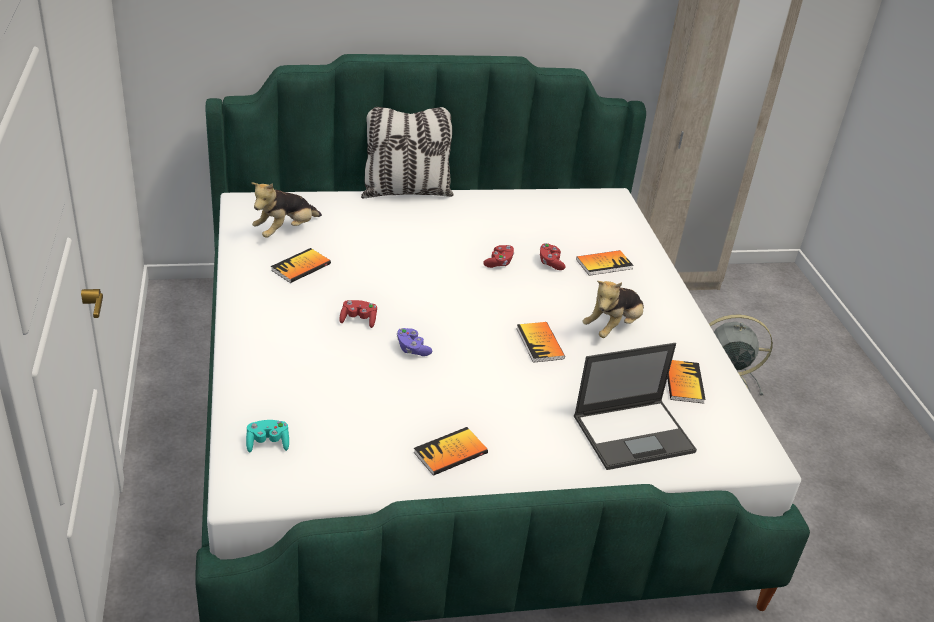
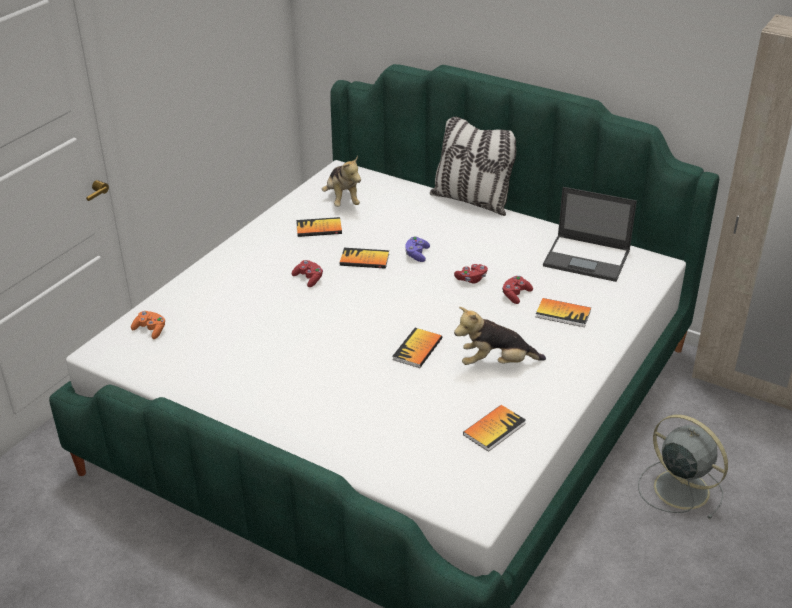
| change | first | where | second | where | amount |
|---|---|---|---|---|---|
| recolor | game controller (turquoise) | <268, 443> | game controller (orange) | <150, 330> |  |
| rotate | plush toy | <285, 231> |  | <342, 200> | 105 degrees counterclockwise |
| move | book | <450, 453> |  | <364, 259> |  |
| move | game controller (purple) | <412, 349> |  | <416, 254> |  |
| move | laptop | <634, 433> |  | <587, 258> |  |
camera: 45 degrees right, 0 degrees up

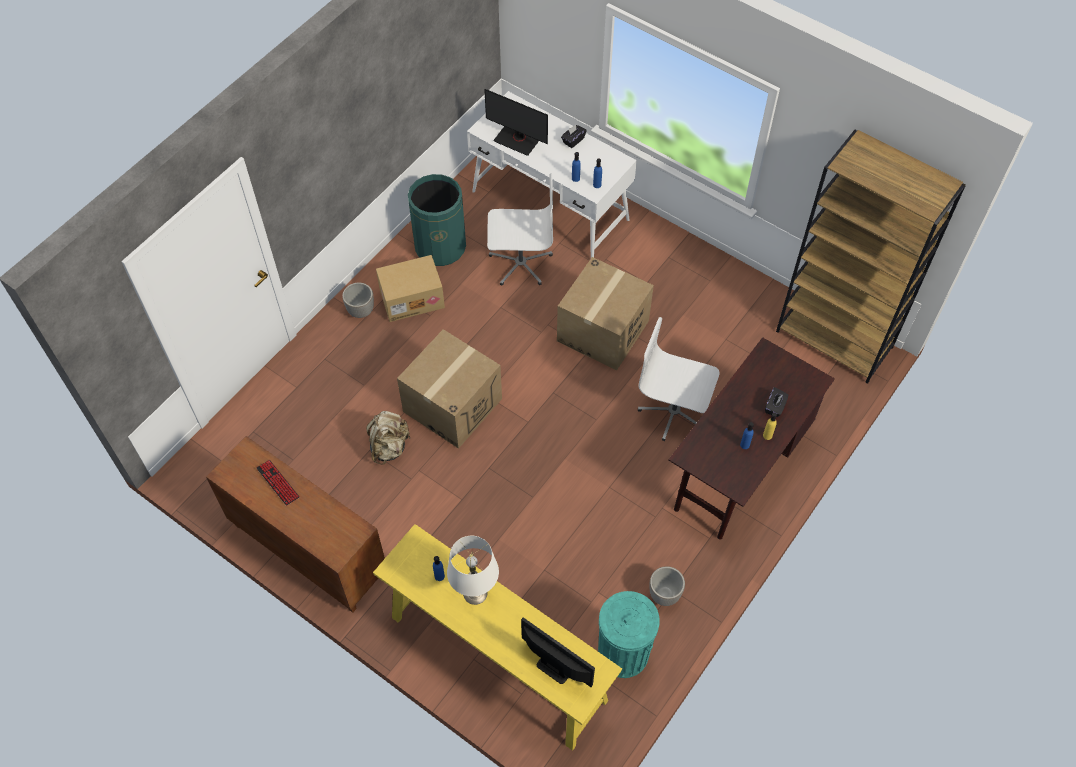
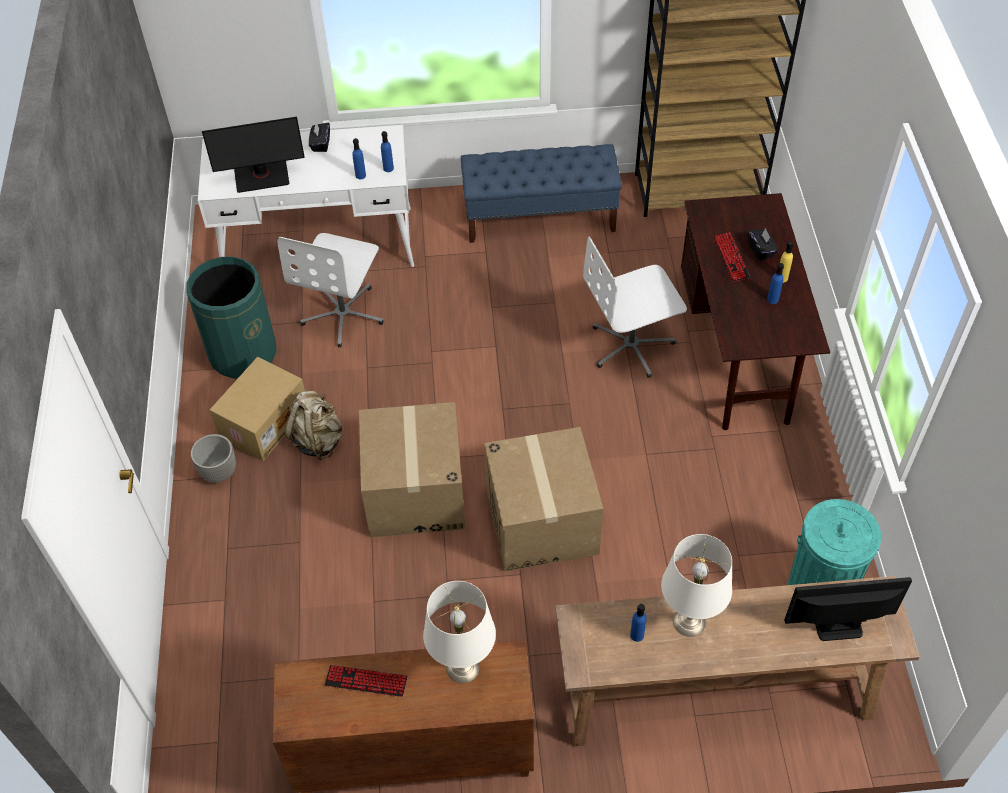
| change | first | where | second | where | amount |
|---|---|---|---|---|---|
| rotate | office chair (white) | <520, 263> |  | <344, 314> | 150 degrees clockwise |
| move | backpack (beige) | <389, 447> |  | <318, 440> |  |
| insert |  |  | table lamp (white) | <462, 667> |  |
| insert |  |  | bench (blue) | <540, 217> |  |
| move | cardboard box | <603, 331> |  | <542, 522> |  |
| recolor | console table (yellow) | <496, 658> | console table (brown) | <714, 695> |  |
| insert |  |  | keyboard | <731, 258> |  |
| delete | planter | <664, 595> |  |  |  |
camera: 40 degrees left, 5 degrees down

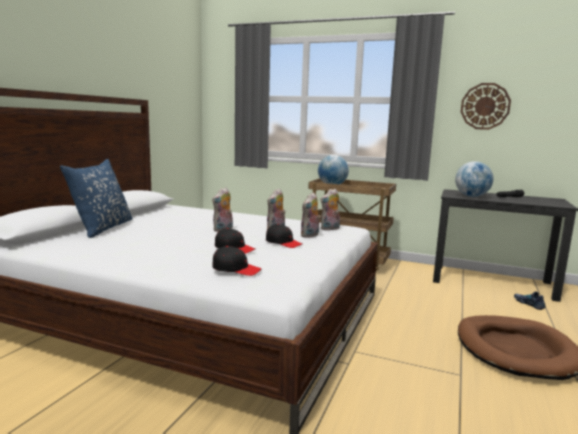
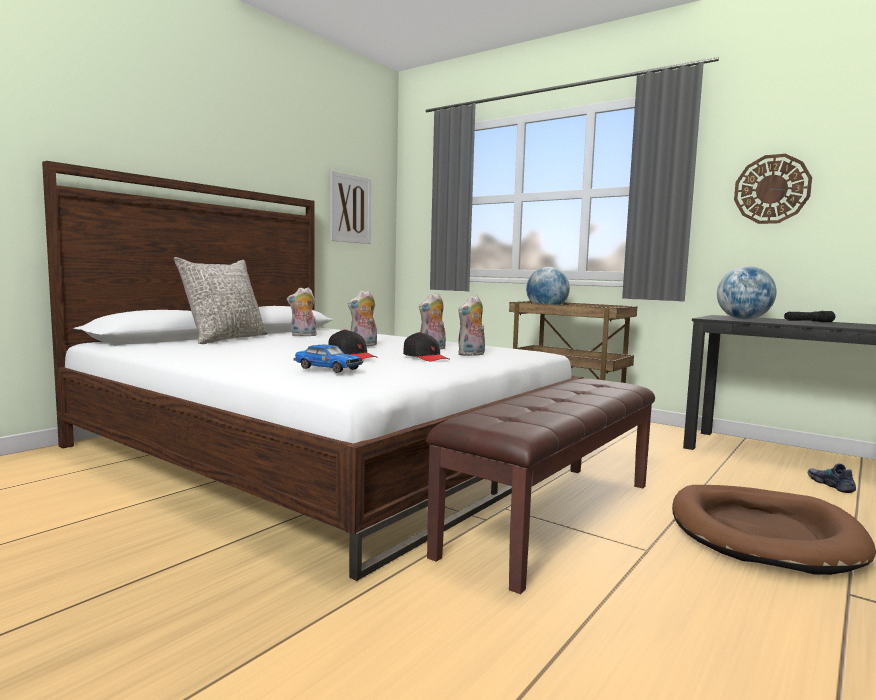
| change | first | where | second | where | amount |
|---|---|---|---|---|---|
| recolor | pillow (blue) | <102, 228> | pillow (grey) | <225, 339> |  |
| move | plush toy | <330, 229> |  | <303, 336> |  |
| replace | cap (black) | <236, 269> | toy car | <327, 368> |  |
| insert |  |  | picture | <350, 208> |  |
| insert |  |  | bench (brown) | <551, 516> |  |
camera: 15 degrees right, 5 degrees down

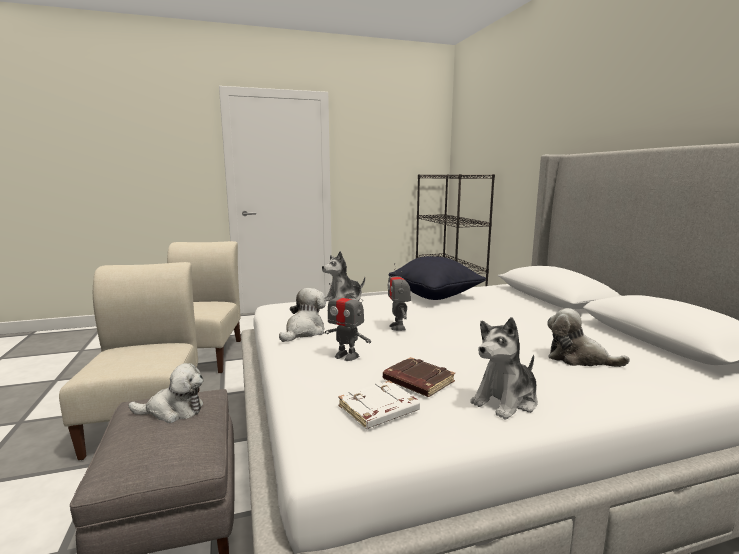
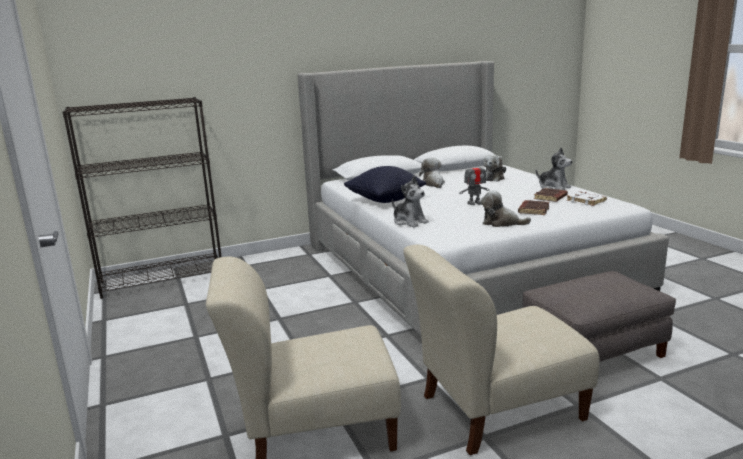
| change | first | where | second | where | amount |
|---|---|---|---|---|---|
| move | plush toy | <173, 411> |  | <433, 184> |  |
| replace | toy robot | <346, 356> | book (brown) | <533, 210> |  |
camera: 95 degrees left, 5 degrees up

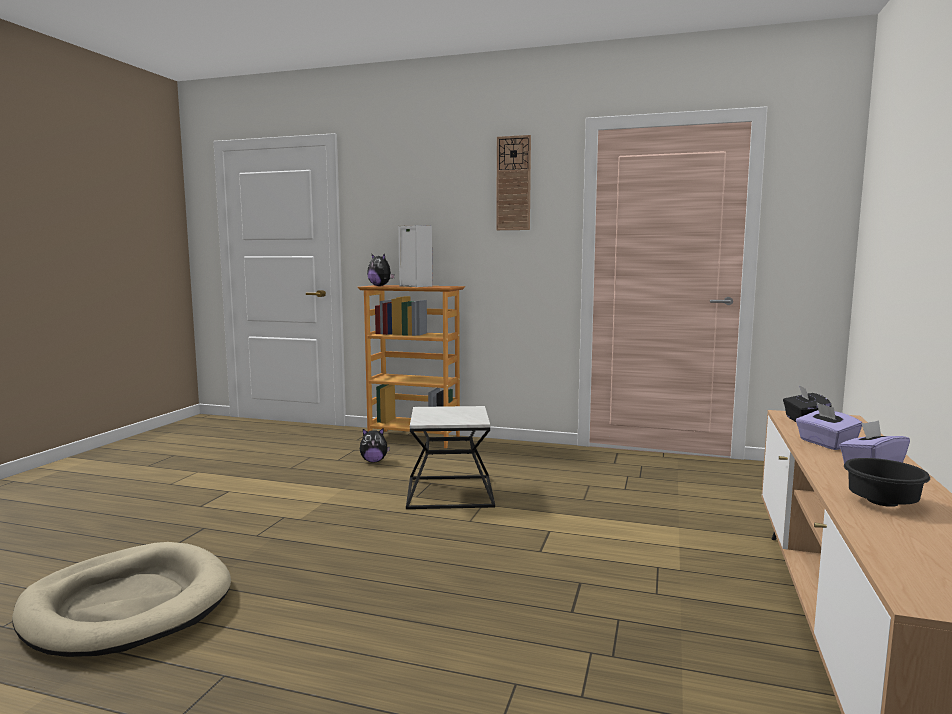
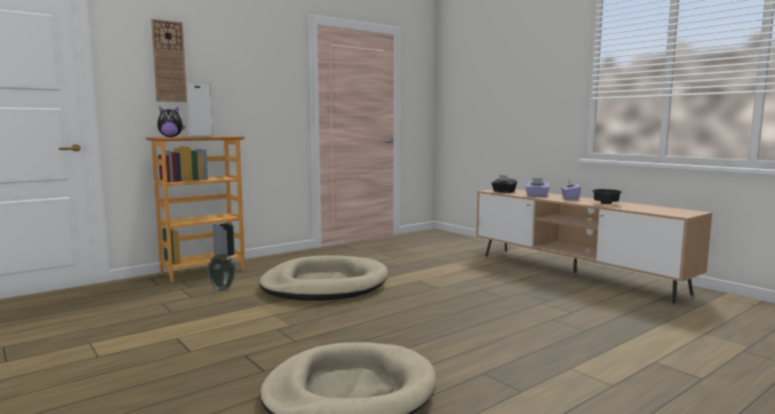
| change | first | where | second | where | amount |
|---|---|---|---|---|---|
| move | wall clock | <513, 183> |  | <169, 61> |  |
| replace | plush toy | <374, 461> | vase | <222, 289> |  |
| replace | side table | <449, 492> | dog bed (beige) | <325, 285> |  |
camera: 55 degrees left, 0 degrees up

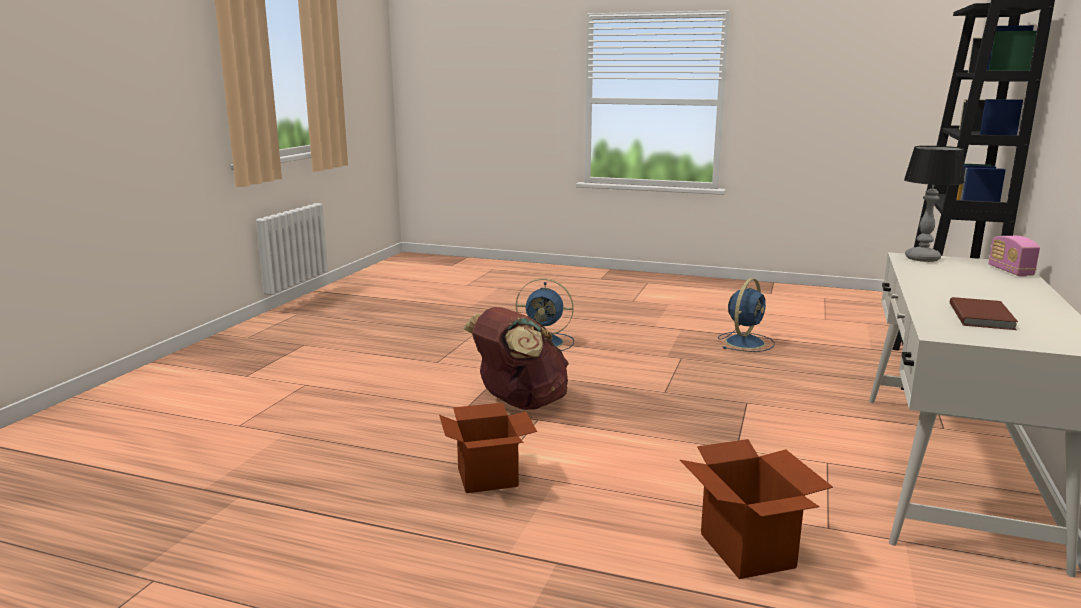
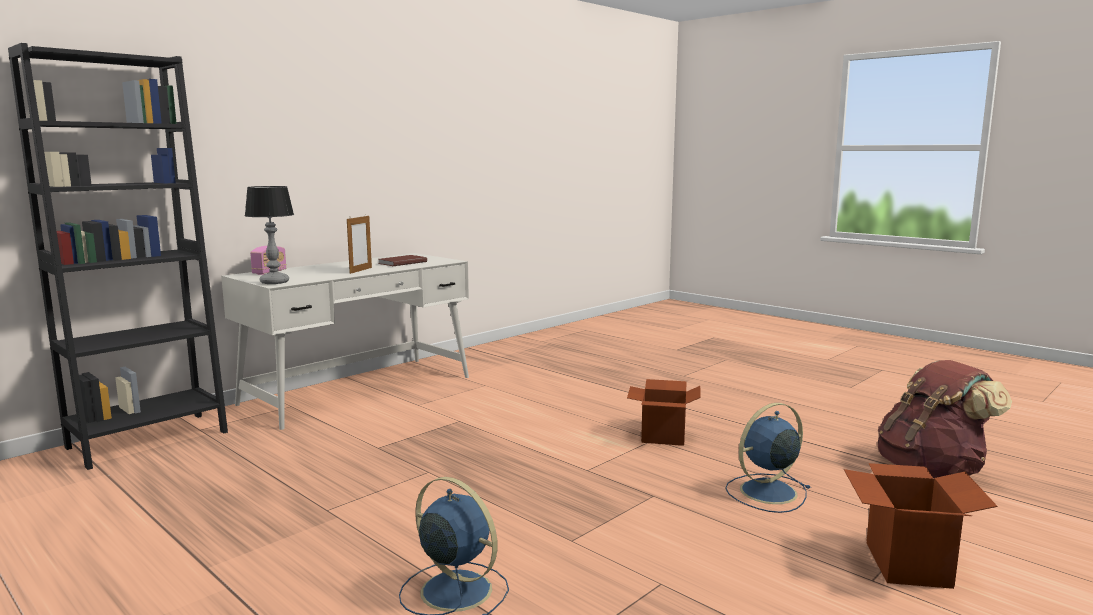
| change | first | where | second | where | amount |
|---|---|---|---|---|---|
| insert |  |  | picture frame | <360, 270> |  |
| move | fan (blue) | <745, 342> |  | <766, 492> |  |
| move | cardboard box | <747, 550> |  | <907, 564> |  |
| move | backpack (brown) | <519, 403> |  | <931, 471> |  |
camera: 155 degrees left, 5 degrees down

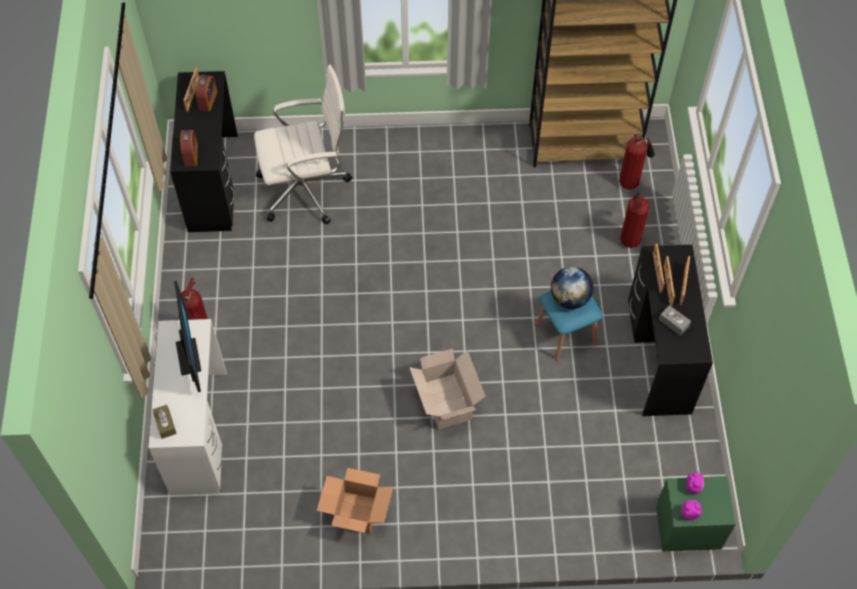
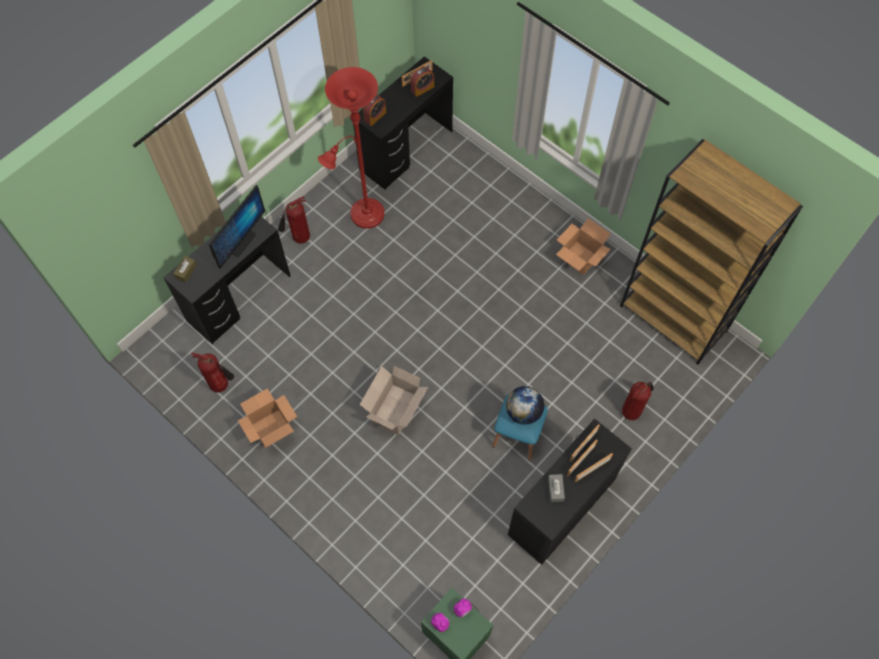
| change | first | where | second | where | amount |
|---|---|---|---|---|---|
| recolor | desk (white) | <198, 432> | desk (black) | <238, 297> |  |
| move | fire extinguisher | <630, 182> |  | <222, 385> |  |
| insert |  |  | floor lamp (red) | <363, 216> |  |
| insert |  |  | cardboard box | <580, 258> |  |
| delete | office chair (white) | <306, 189> |  |  |  |
camera: 45 degrees right, 5 degrees up

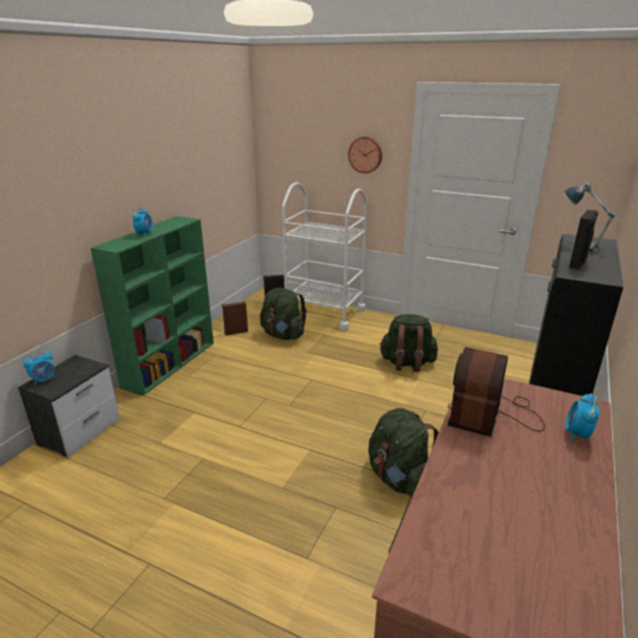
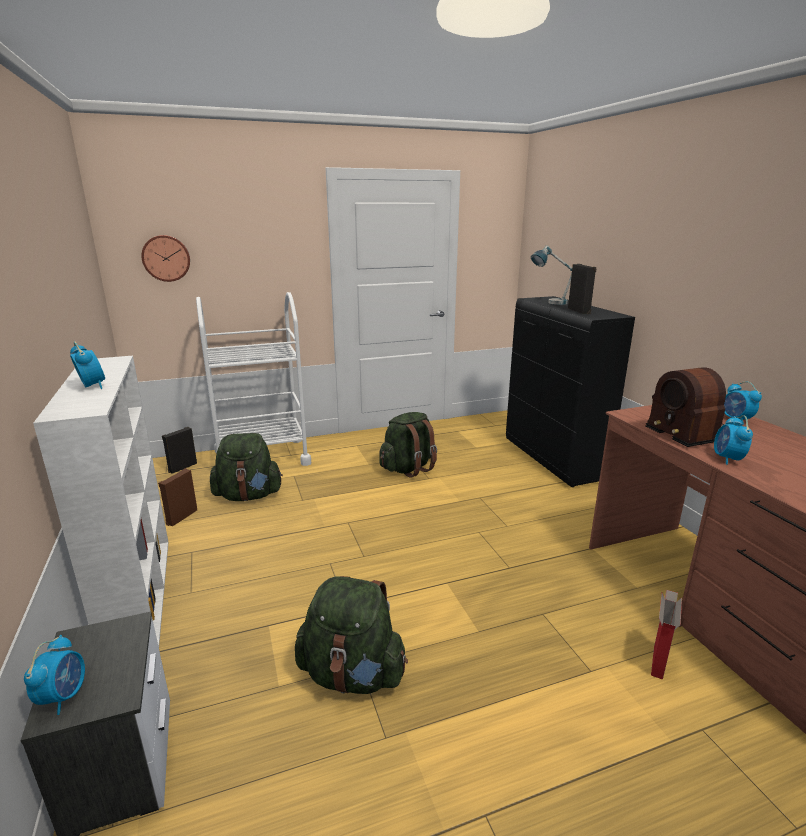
| change | first | where | second | where | amount |
|---|---|---|---|---|---|
| recolor | bookcase (green) | <170, 363> | bookcase (white) | <139, 593> |  |
| move | wall clock | <365, 154> |  | <166, 258> |  |
| move | backpack (green) | <399, 478> |  | <352, 674> |  |
| insert |  |  | cardboard box | <658, 661> |  |
| insert |  |  | alarm clock | <727, 459> |  |
camera: 45 degrees left, 5 degrees down

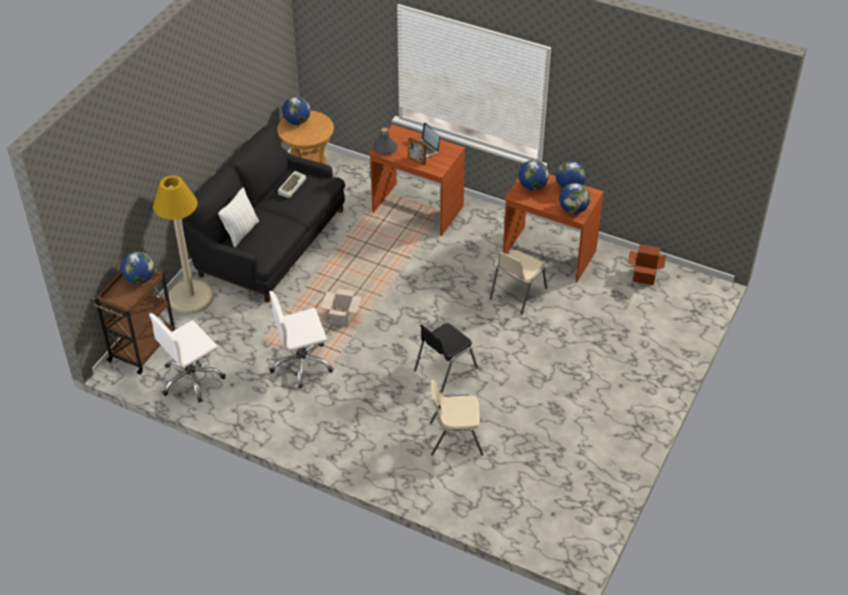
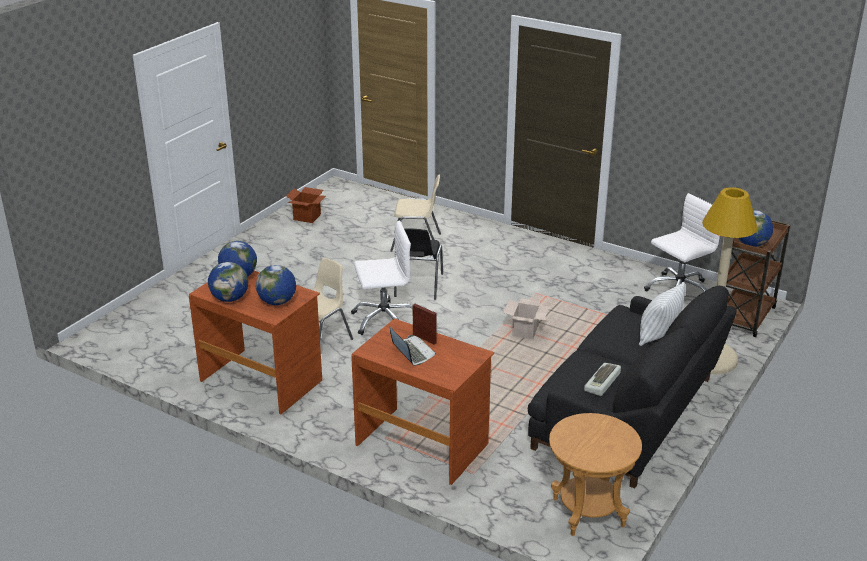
| change | first | where | second | where | amount |
|---|---|---|---|---|---|
| move | cardboard box | <644, 276> |  | <307, 217> |  |
| move | office chair (white) | <302, 364> |  | <384, 319> |  |
| rotate | chair (black) | <444, 369> |  | <417, 286> | 135 degrees clockwise |
| delete | globe | <297, 121> |  |  |  |
| delete | bottle (grey) | <385, 149> |  |  |  |
camera: 175 degrees left, 15 degrees down

